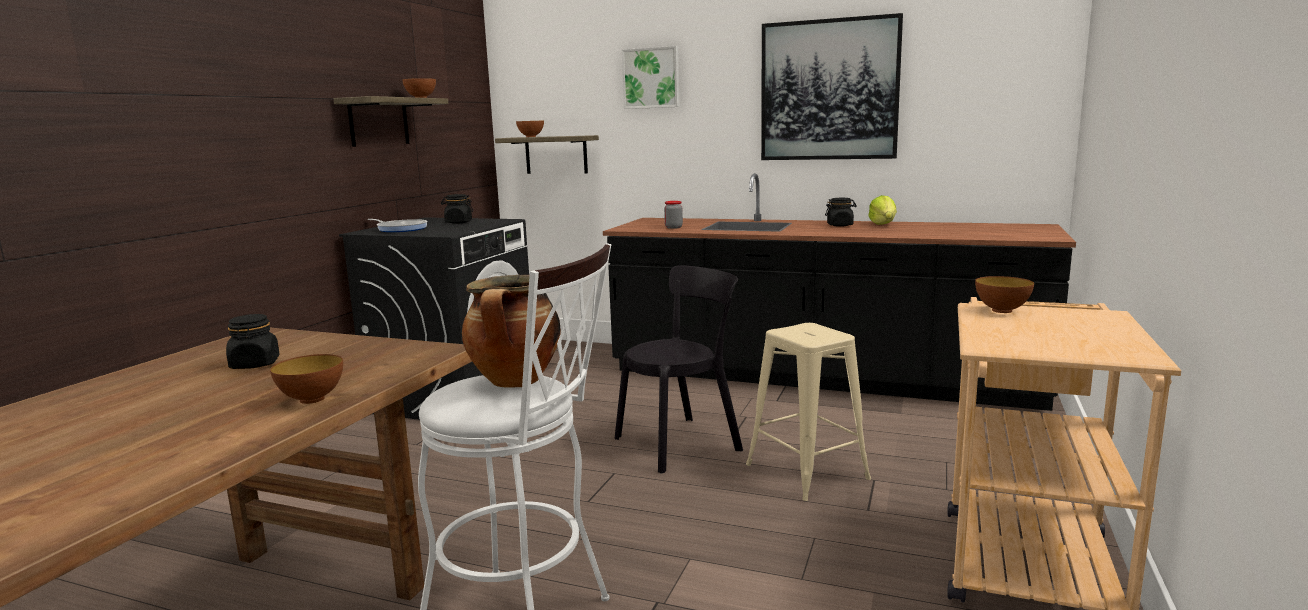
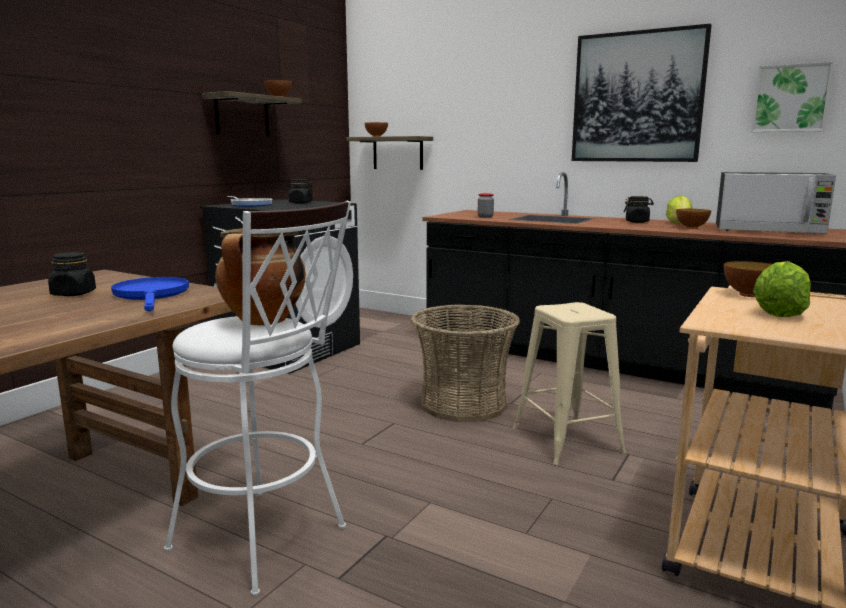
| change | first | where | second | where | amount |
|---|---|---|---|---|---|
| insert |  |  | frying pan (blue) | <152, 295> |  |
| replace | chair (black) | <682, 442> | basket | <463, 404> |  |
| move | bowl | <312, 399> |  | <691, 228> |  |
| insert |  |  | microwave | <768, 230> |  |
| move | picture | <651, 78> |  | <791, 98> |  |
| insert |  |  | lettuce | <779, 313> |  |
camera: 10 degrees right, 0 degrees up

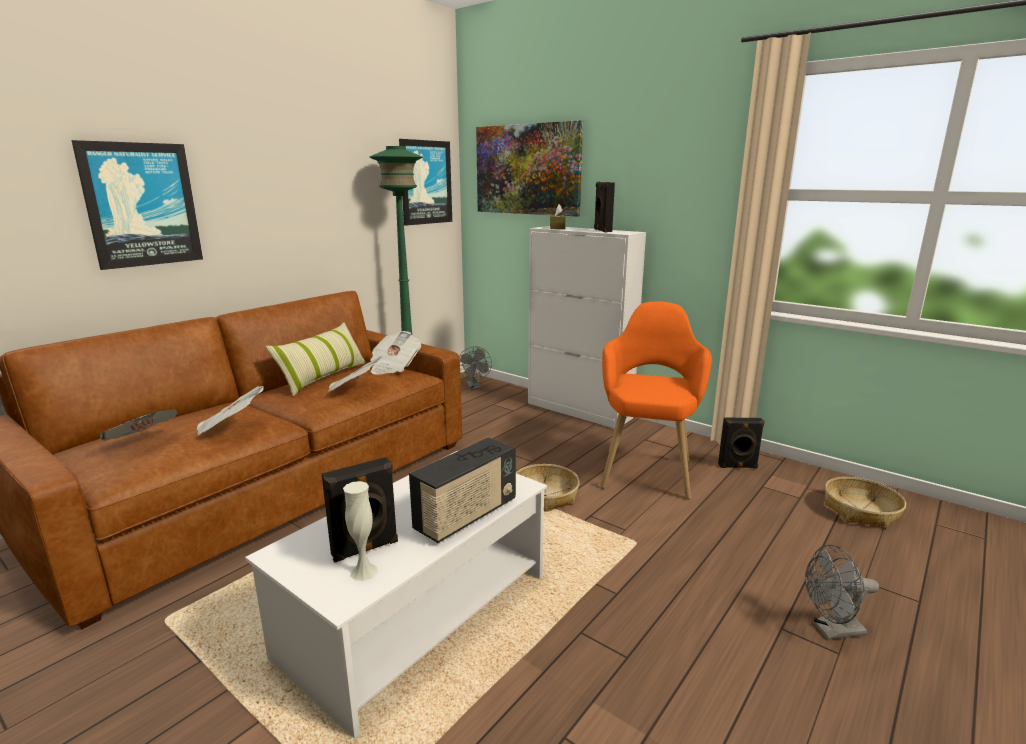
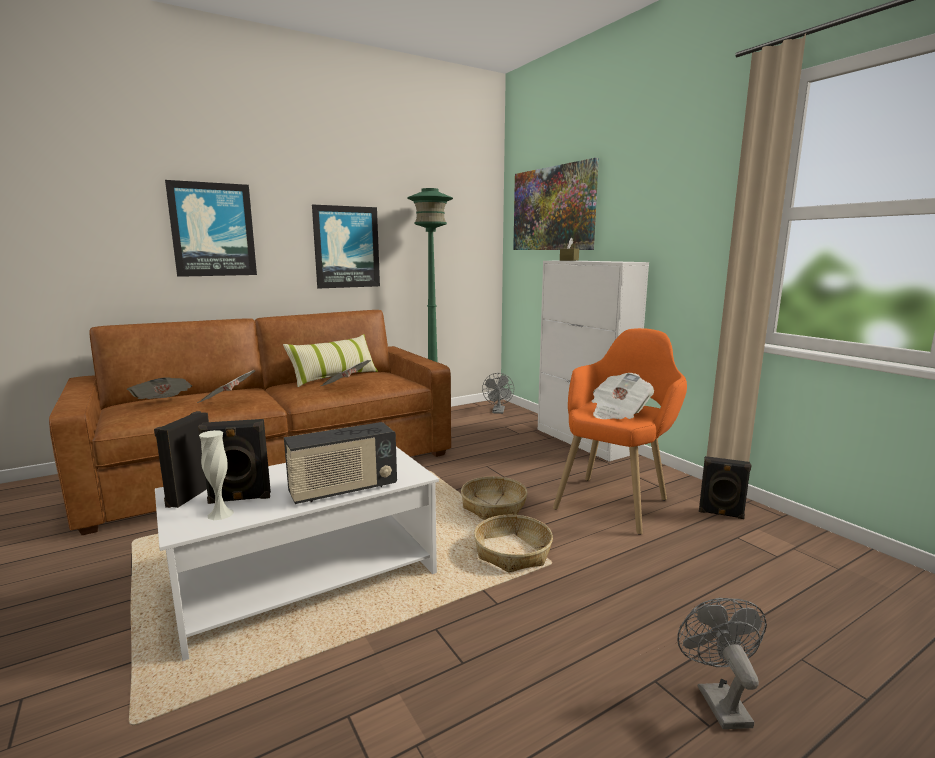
| change | first | where | second | where | amount |
|---|---|---|---|---|---|
| move | speaker (black) | <602, 230> |  | <190, 494> |  |
| move | picture | <425, 182> |  | <346, 247> |  |
| move | basket | <861, 510> |  | <513, 552> |  |
| move | newspaper | <394, 367> |  | <618, 412> |  |
| rotate | fan (grey) | <832, 630> |  | <718, 699> | 75 degrees clockwise |
camera: 20 degrees right, 5 degrees down

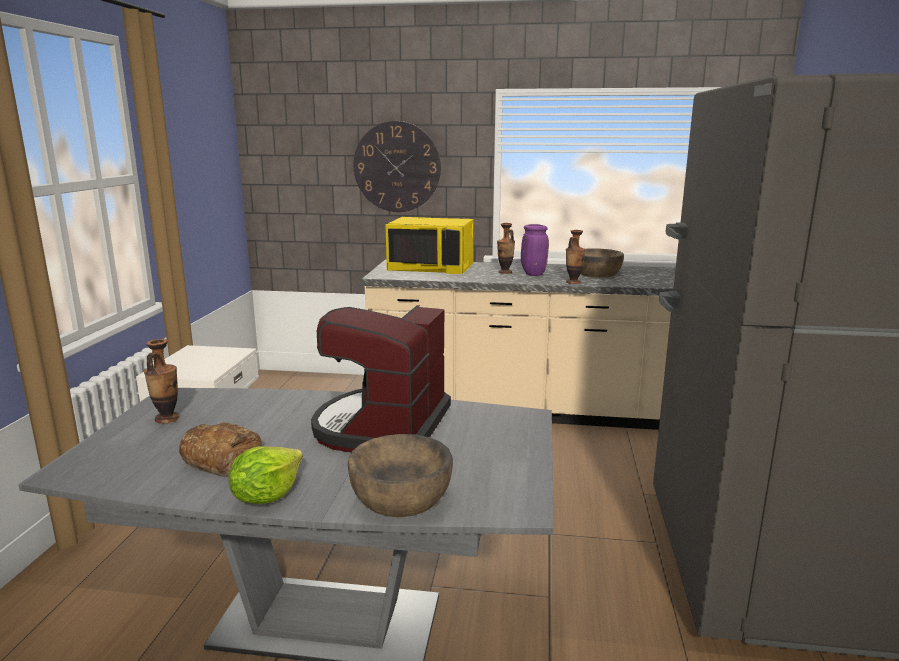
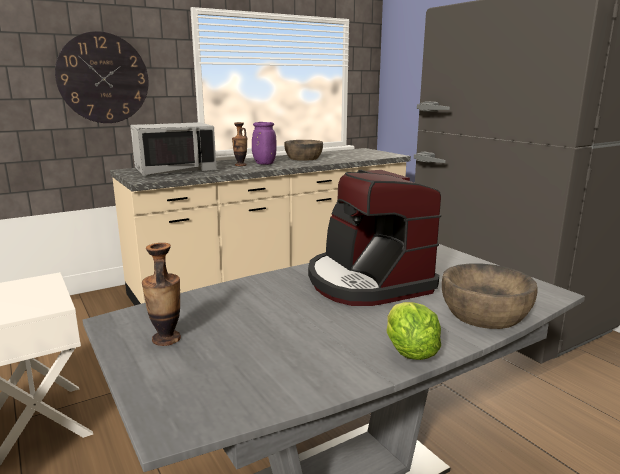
| change | first | where | second | where | amount |
|---|---|---|---|---|---|
| recolor | microwave (yellow) | <431, 269> | microwave (grey) | <175, 170> |  |
| delete | bread | <222, 458> |  |  |  |
| delete | vase | <573, 282> |  |  |  |
camera: 40 degrees left, 0 degrees up

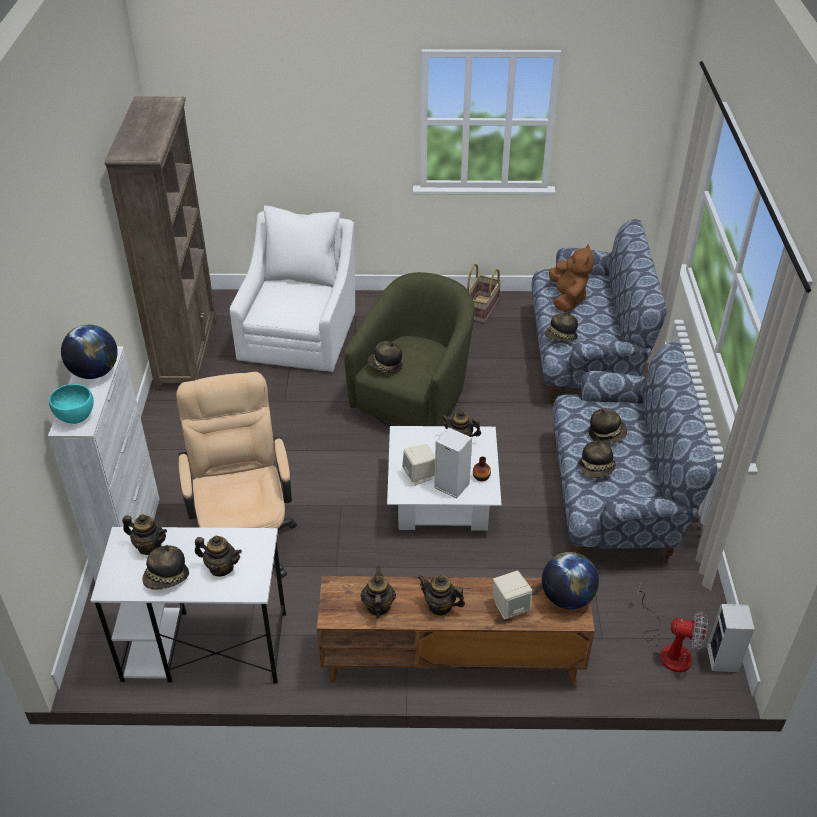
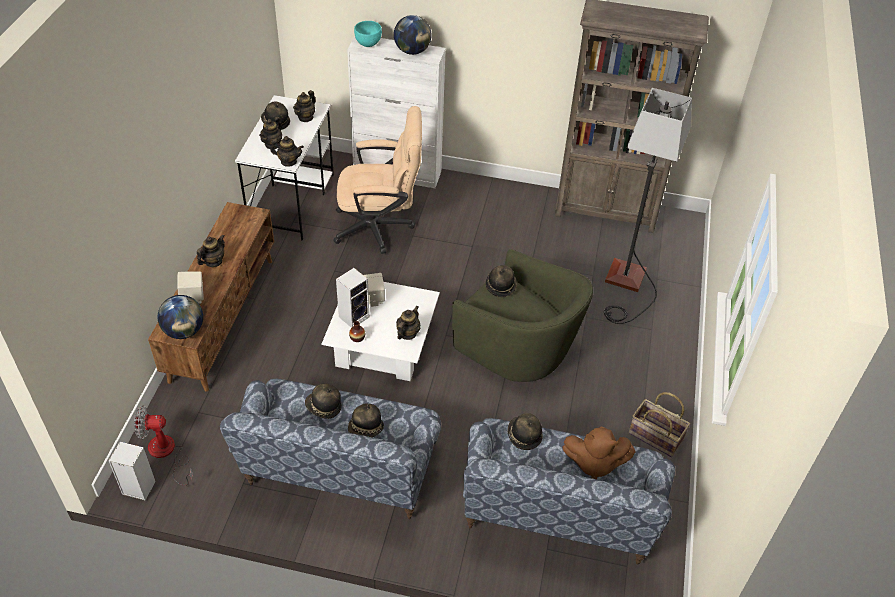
| change | first | where | second | where | amount |
|---|---|---|---|---|---|
| rotate | fan | <669, 649> |  | <166, 453> | 60 degrees clockwise |
| move | teapot | <378, 606> |  | <288, 162> |  |
| replace | armchair (white) | <300, 334> | floor lamp | <626, 285> |  |
camera: 100 degrees right, 5 degrees up

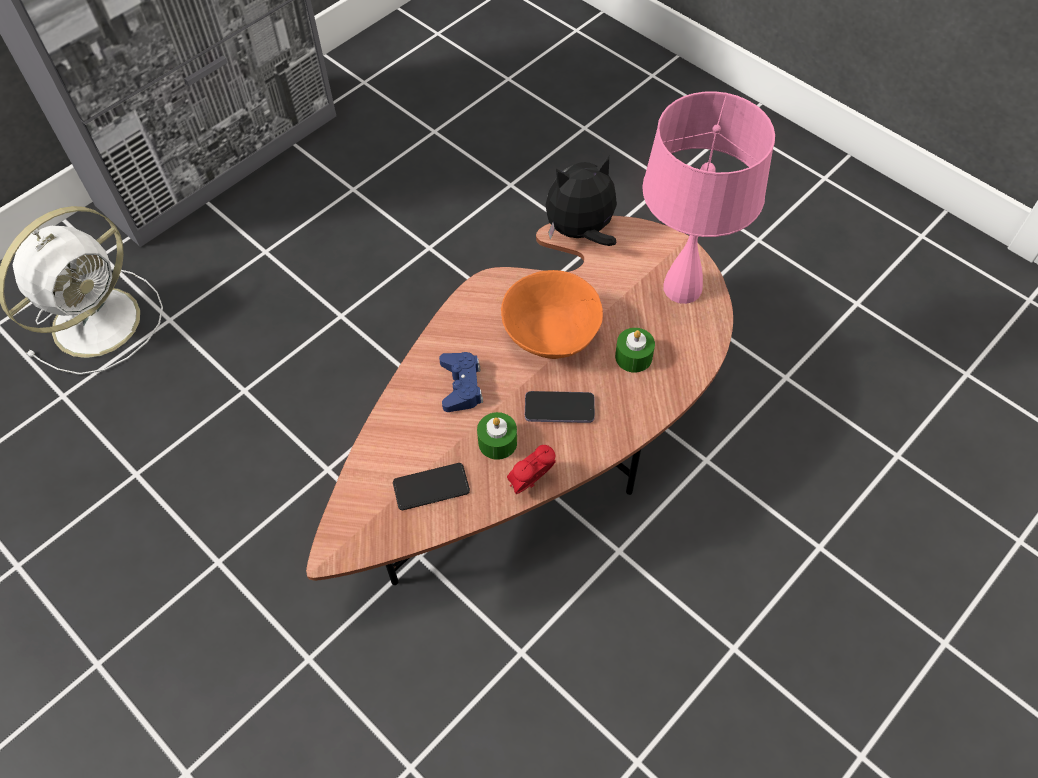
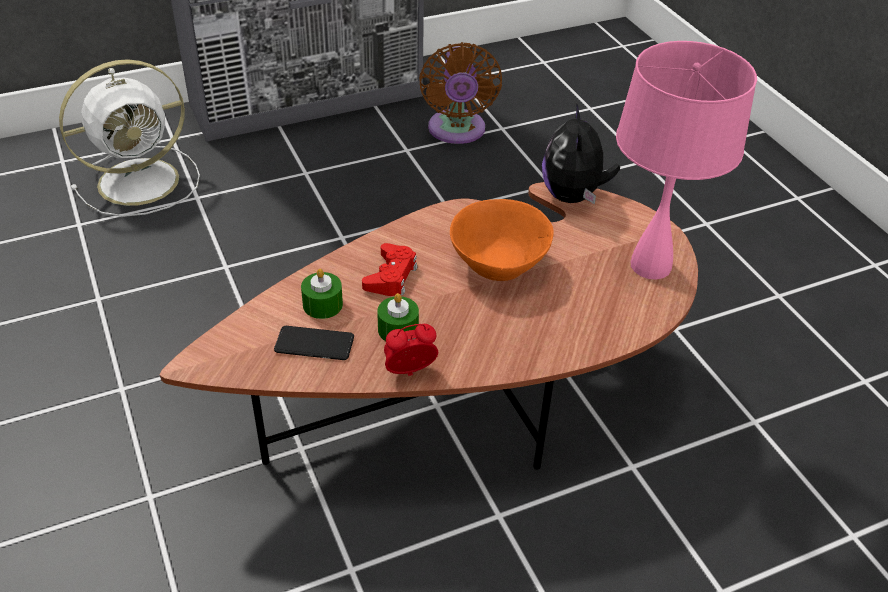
| change | first | where | second | where | amount |
|---|---|---|---|---|---|
| move | candle (green) | <633, 357> |  | <322, 304> |  |
| recolor | game controller (blue) | <461, 385> | game controller (red) | <391, 276> |  |
| insert |  |  | fan (brown) | <456, 131> |  |
| rotate | plush toy | <581, 232> |  | <573, 196> | 90 degrees counterclockwise |
| delete | phone | <559, 408> |  |  |  |
camera: 20 degrees right, 15 degrees down

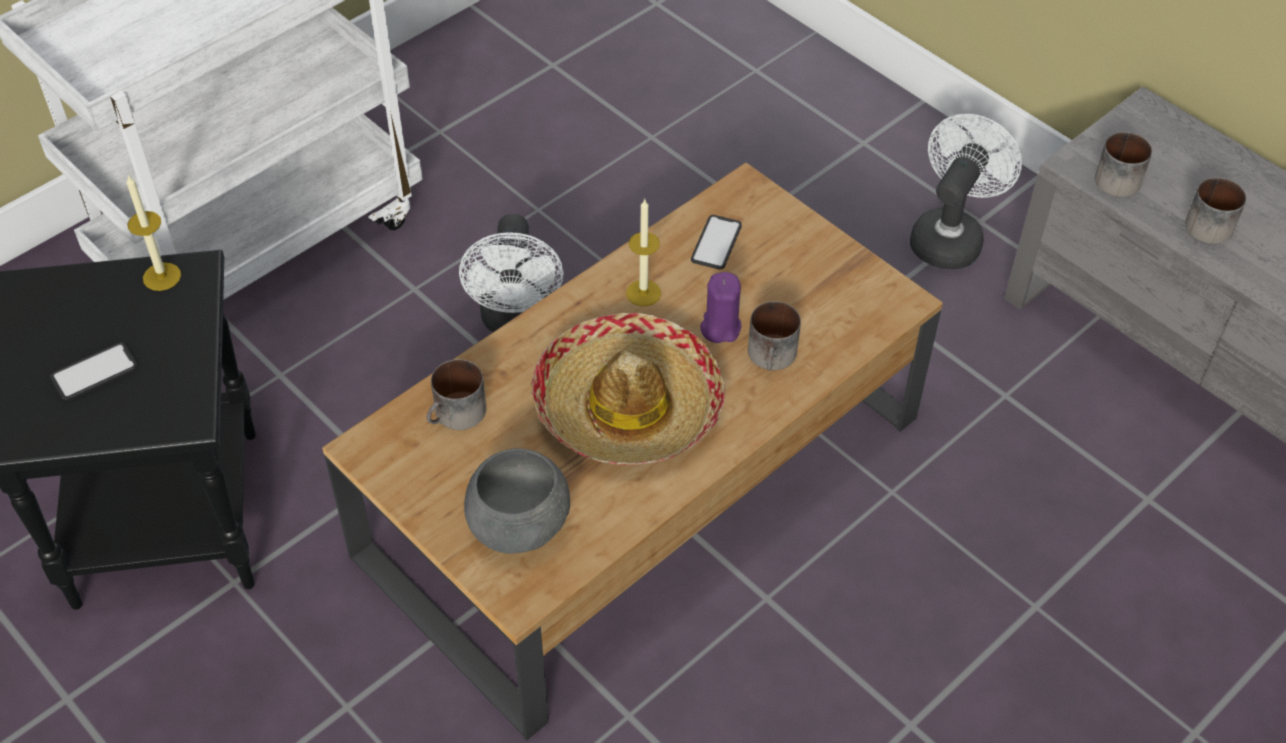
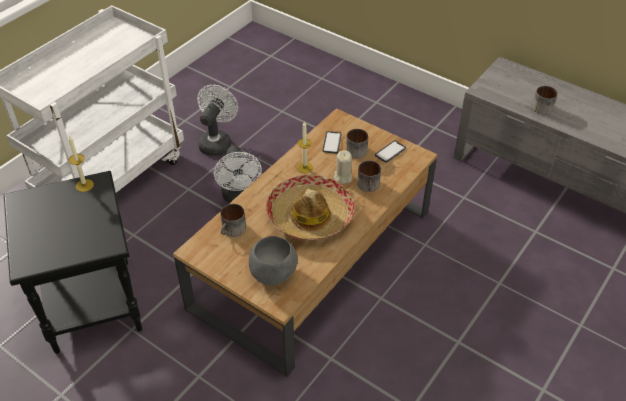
| change | first | where | second | where | amount |
|---|---|---|---|---|---|
| move | fan (white) | <950, 236> |  | <217, 142> |  |
| recolor | candle (purple) | <720, 327> | candle (beige) | <343, 177> |  |
| move | mug | <1115, 176> |  | <355, 149> |  |
| move | phone | <94, 372> |  | <390, 152> |  |
camera: 10 degrees left, 5 degrees down

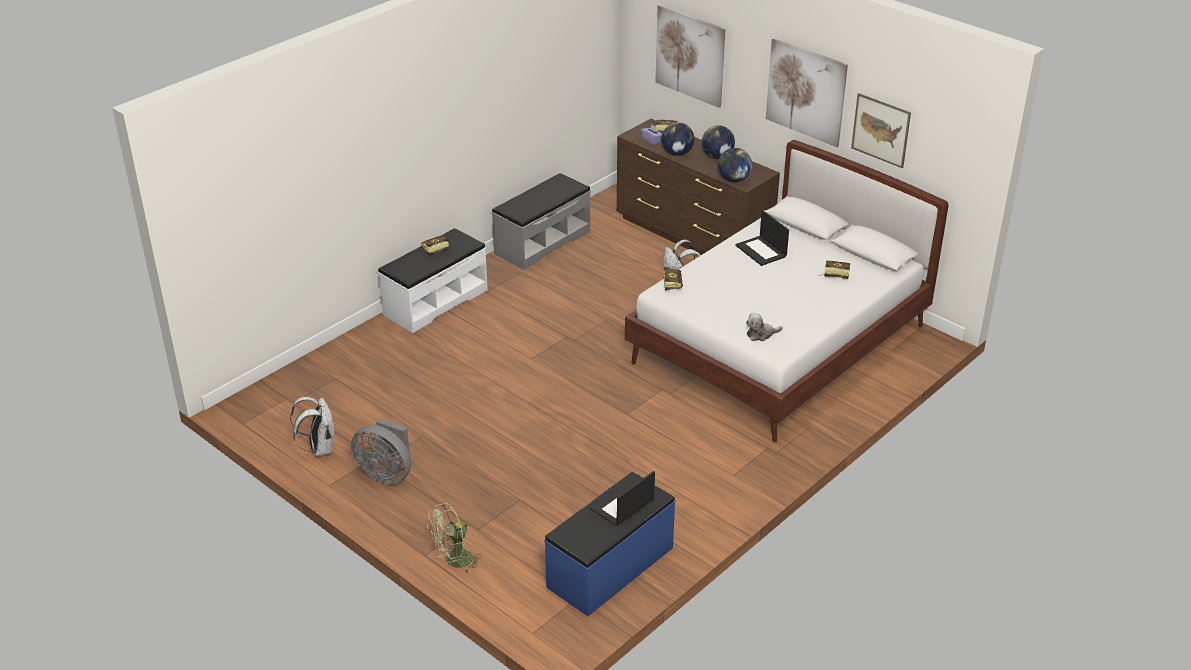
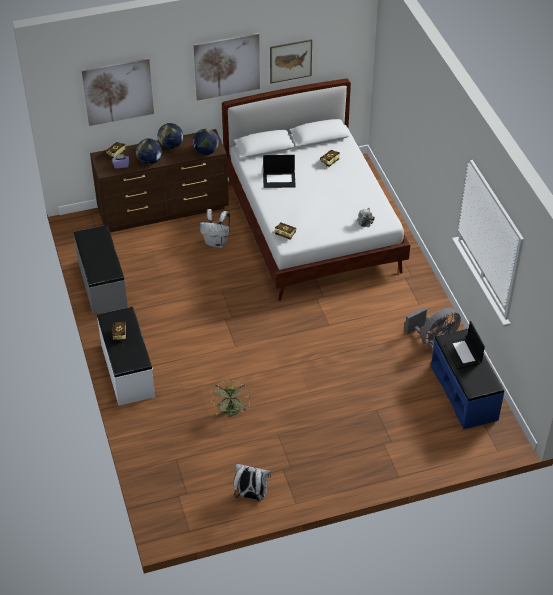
| change | first | where | second | where | amount |
|---|---|---|---|---|---|
| move | fan (green) | <454, 562> |  | <232, 412> |  |
| move | fan (grey) | <386, 473> |  | <433, 340> |  |
camera: 60 degrees left, 10 degrees up

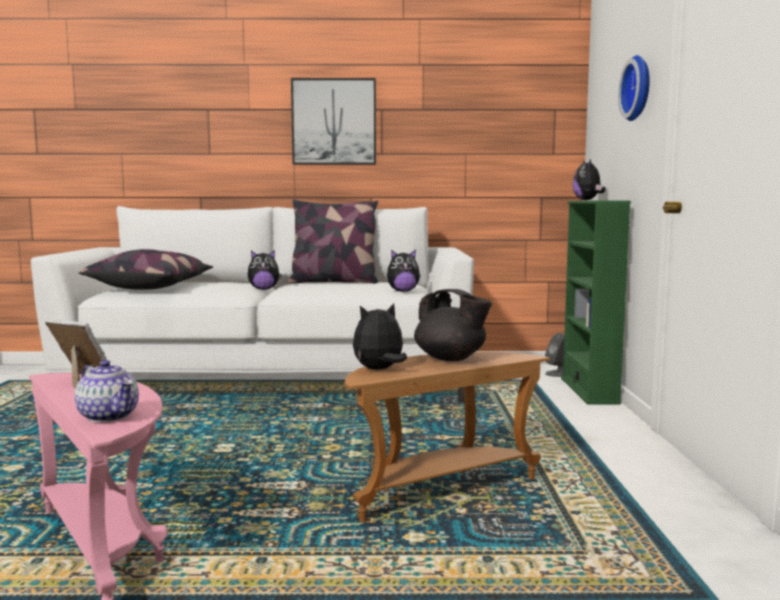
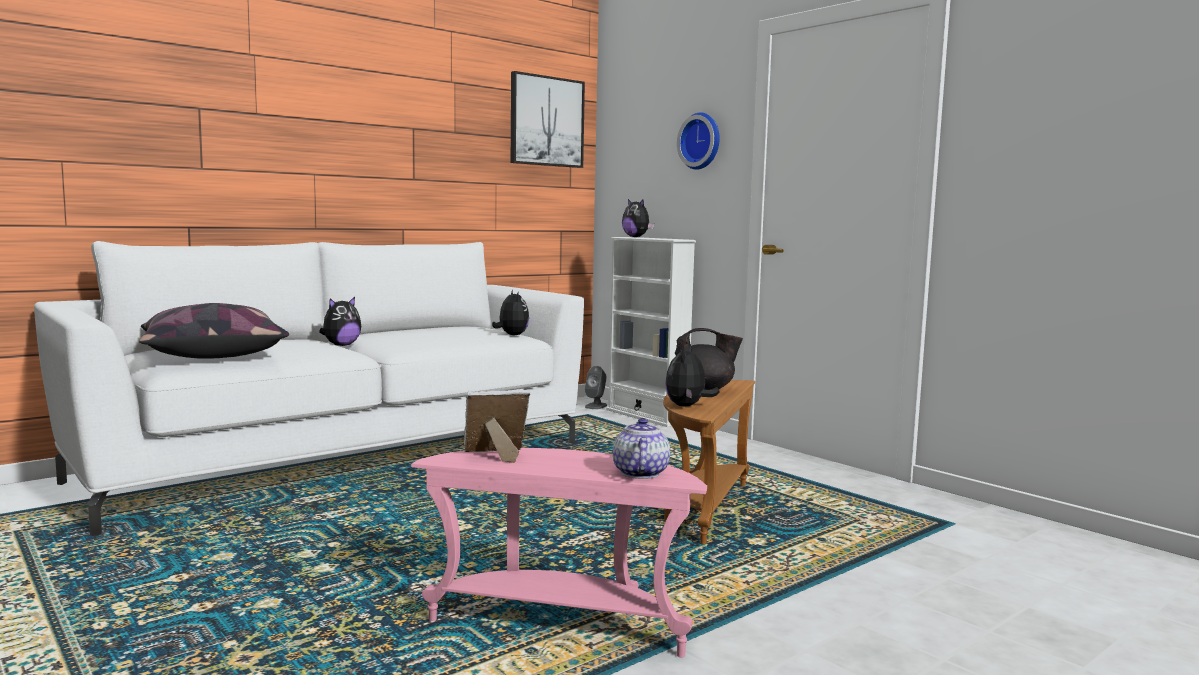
| change | first | where | second | where | amount |
|---|---|---|---|---|---|
| rotate | plush toy | <403, 291> |  | <511, 335> | 60 degrees counterclockwise |
| move | picture | <334, 122> |  | <546, 121> |  |
| recolor | bookcase (green) | <589, 390> | bookcase (white) | <646, 416> |  |
| rotate | teapot | <109, 416> |  | <639, 473> | 90 degrees counterclockwise |
| delete | pillow | <333, 282> |  |  |  |
camera: 40 degrees left, 0 degrees up

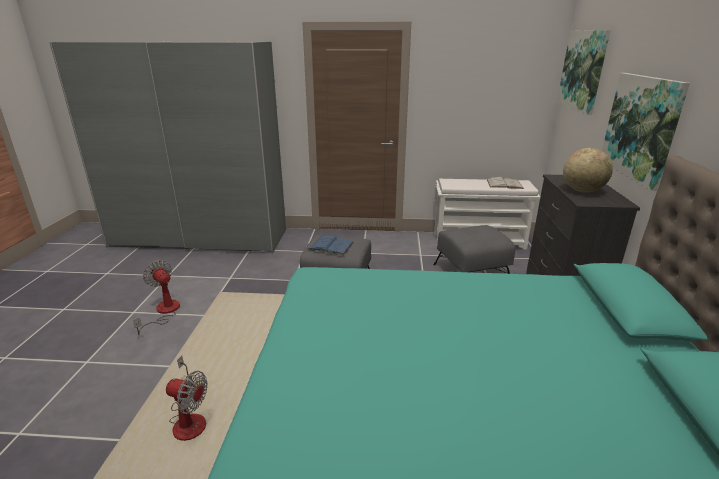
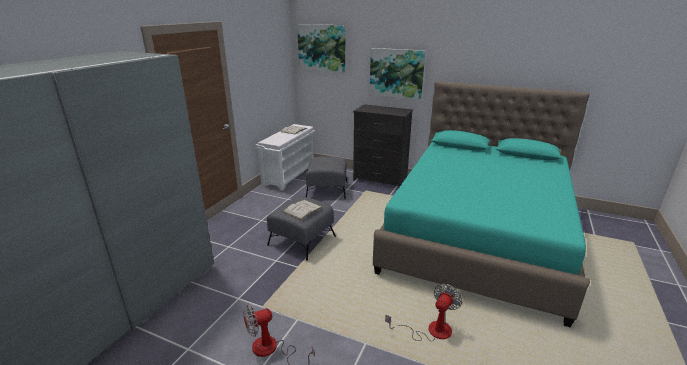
| change | first | where | second | where | amount |
|---|---|---|---|---|---|
| recolor | book (blue) | <331, 246> | book (white) | <302, 209> |  |
| delete | globe | <582, 191> |  |  |  |
camera: 70 degrees left, 0 degrees up

